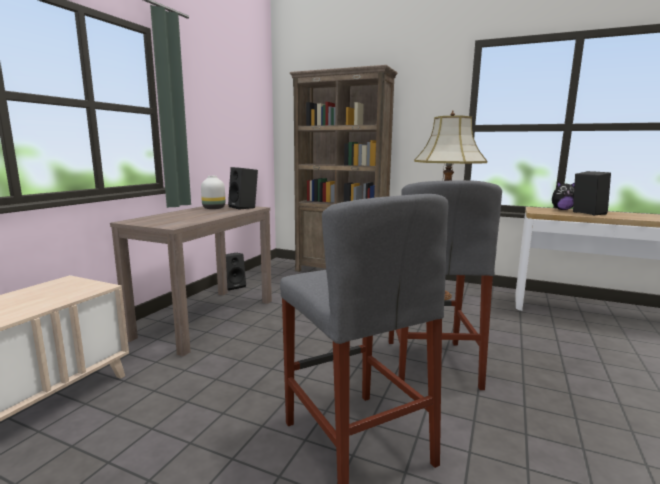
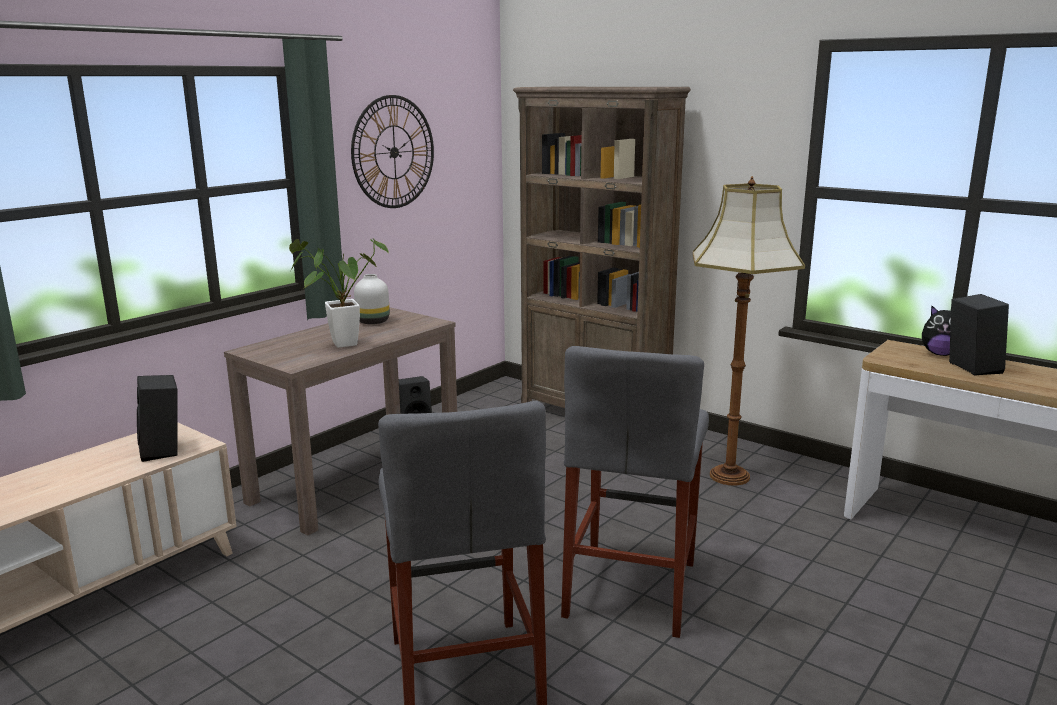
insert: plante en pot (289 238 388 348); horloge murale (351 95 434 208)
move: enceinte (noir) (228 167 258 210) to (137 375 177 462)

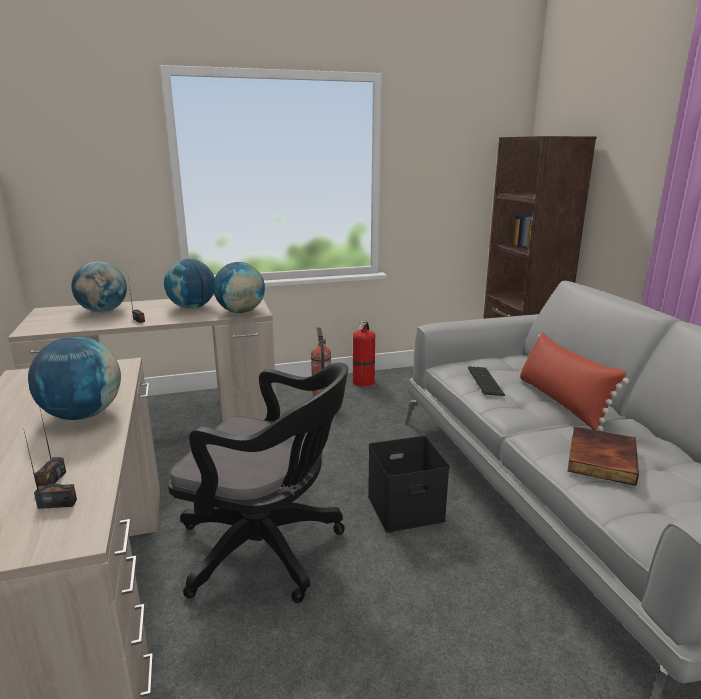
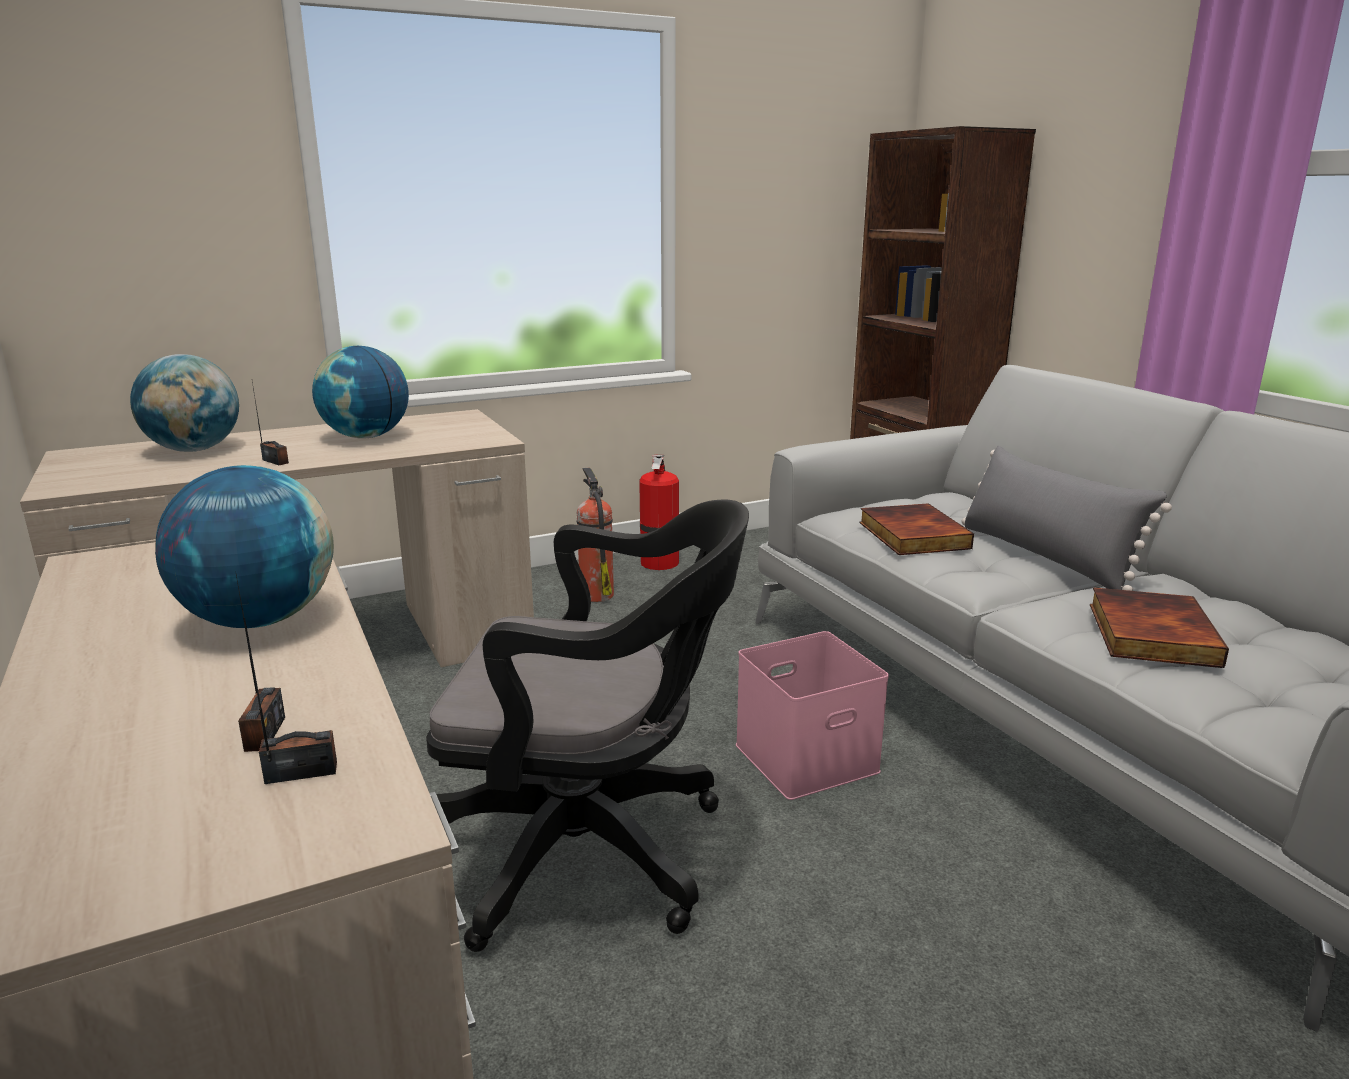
delete: globe (213 262 265 313)
replace: clavier (468 366 505 396) to livre (859 503 974 555)
recolor: boîte de rangement (noir) (368 436 450 533) to boîte de rangement (rose) (736 631 889 800); coussin (rouge) (520 332 629 431) to coussin (gris) (962 445 1172 591)

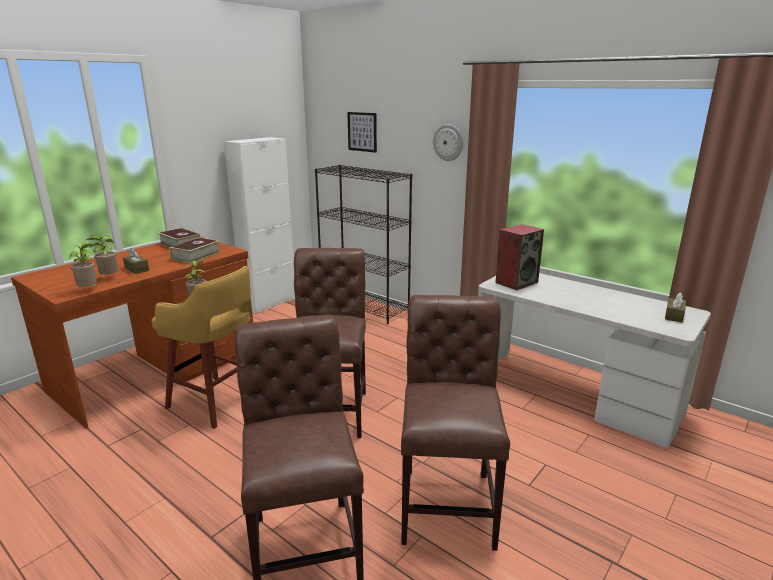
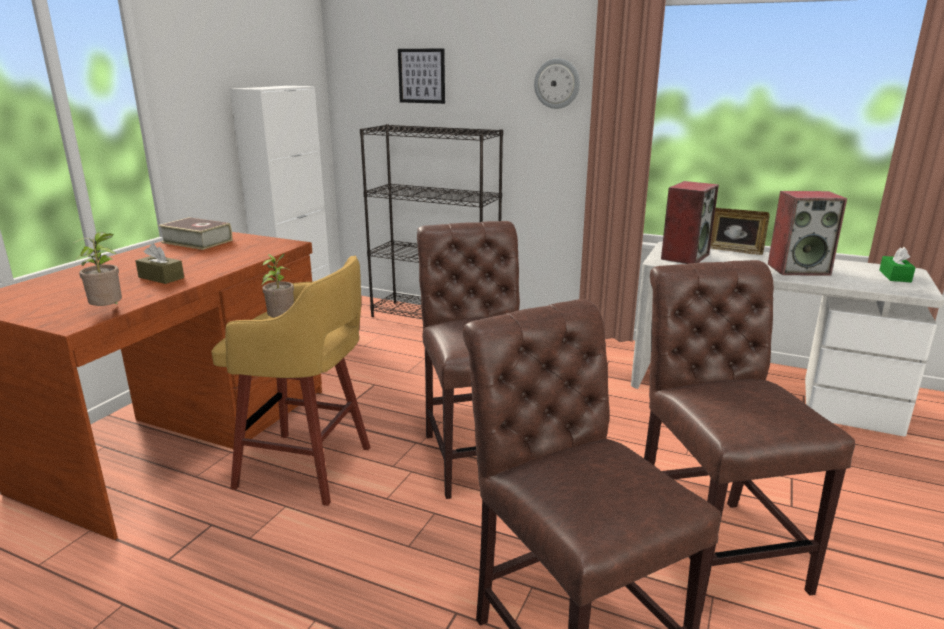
delete: plante en pot (86 235 118 281); livre (170 238 221 264)
insert: cadre photo (710 208 770 255); enceinte (768 191 847 276)
recolor: boîte à mouchoirs (marron) (665 293 686 323) to boîte à mouchoirs (vert) (879 247 916 282)

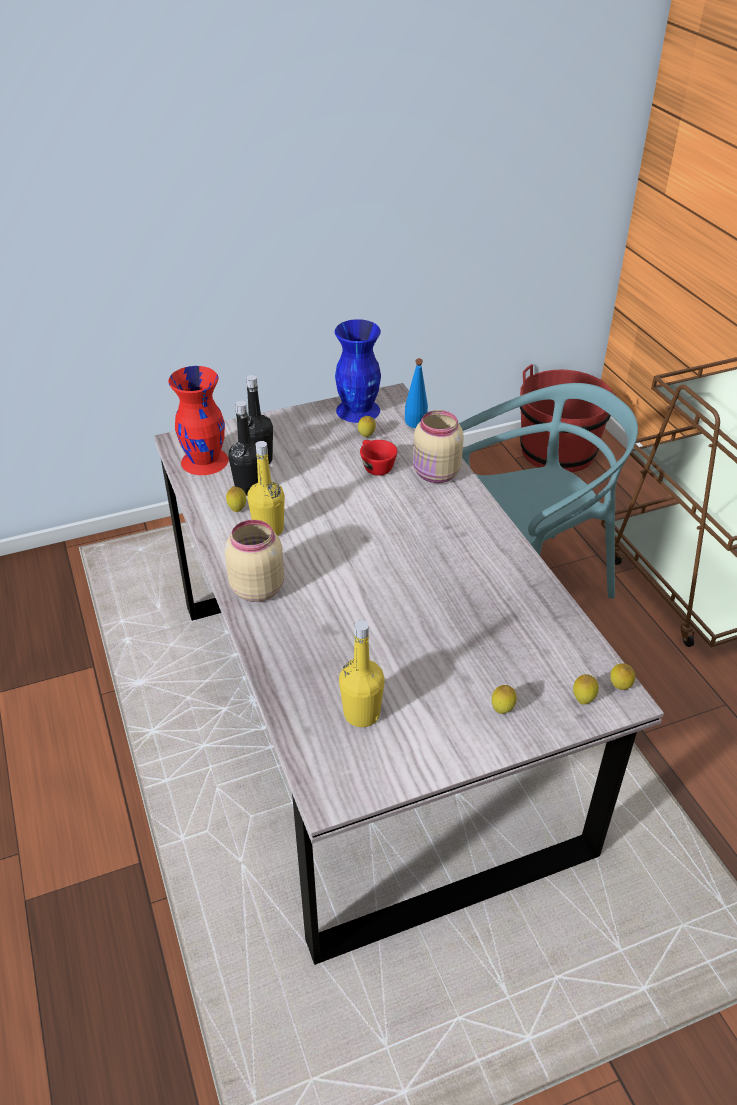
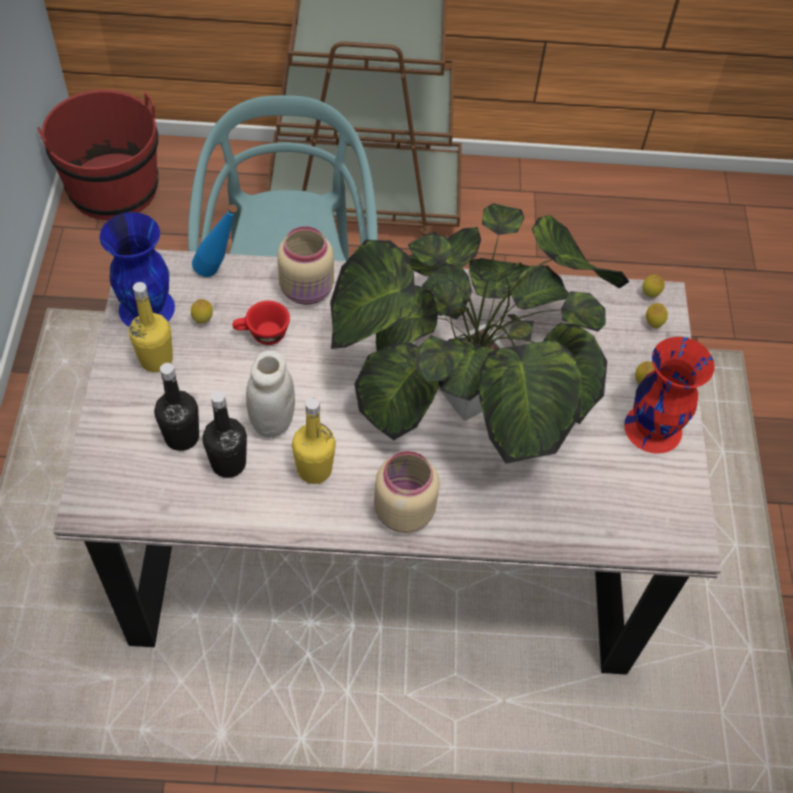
delete: citron (226 486 246 512)
insert: bocal (blanc) (246 350 295 438); plante en pot (330 203 629 464)
move: vase (rouge) (168 366 229 475) to (624 337 715 454); bouteille (jaune) (339 620 385 727) to (129 282 173 372)

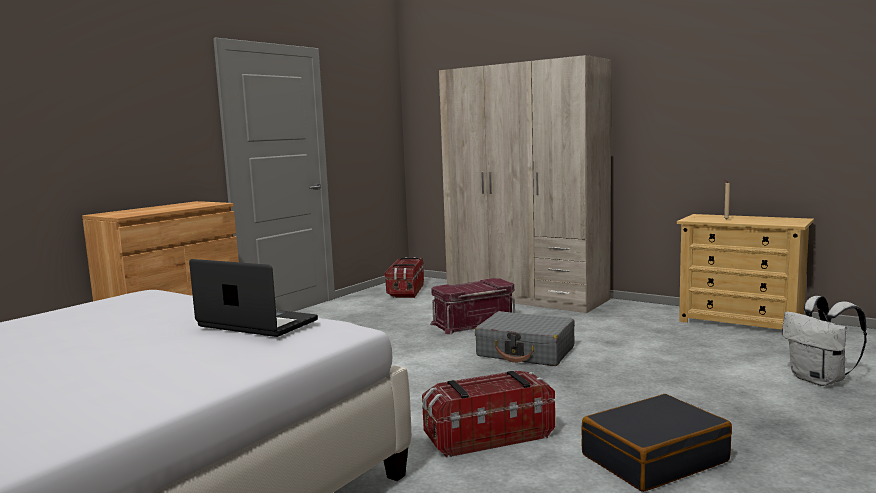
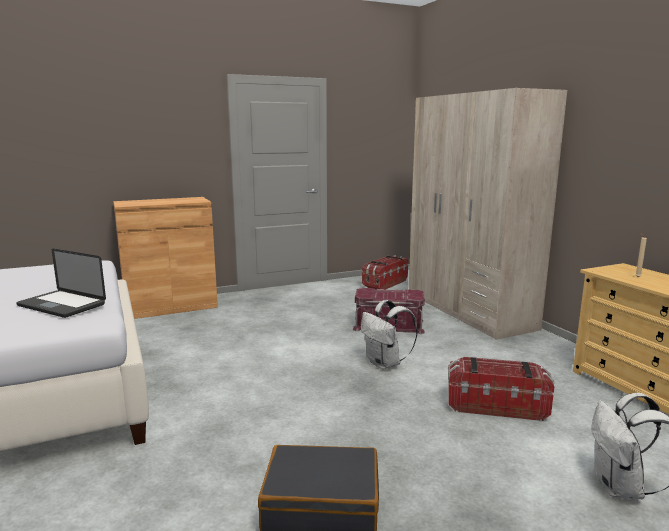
move: boîte de rangement (422 371 555 458) to (448 357 554 421)
replace: valise (gris) (475 311 575 366) to sac à dos (blanc) (361 300 417 370)
rotate: ordinateur portable (189 259 318 337) = (16 249 106 318) 150 degrees clockwise

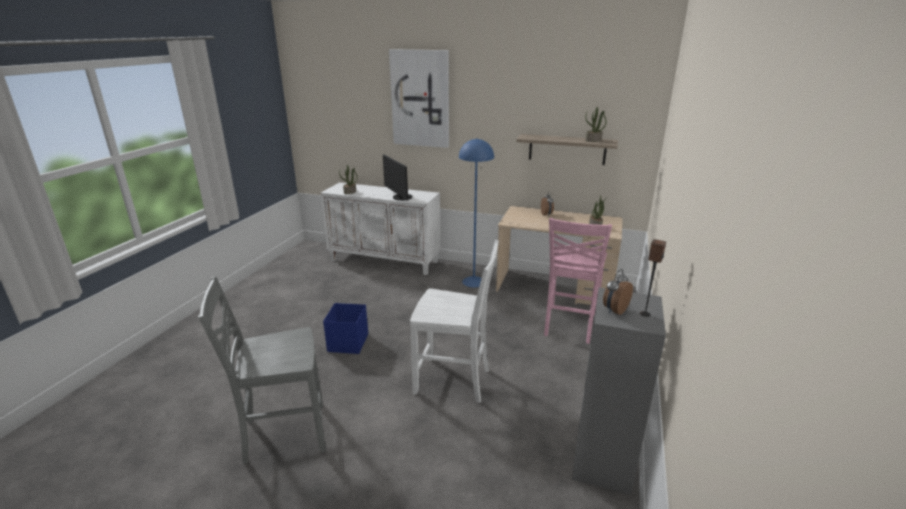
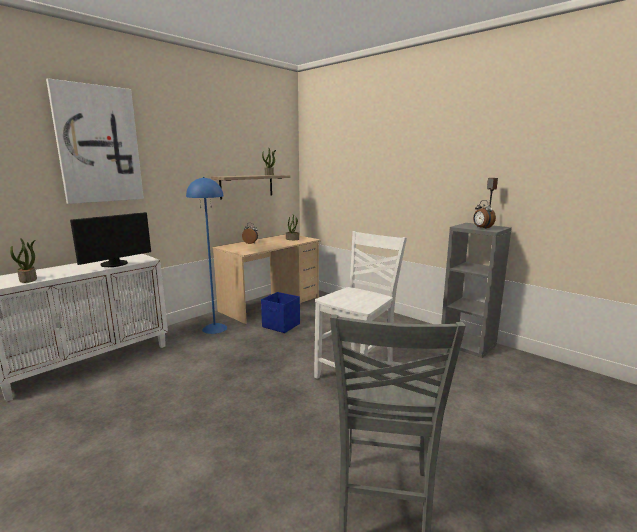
delete: chaise (rose) (544 218 612 344)
move: boîte de rangement (bleu) (323 303 368 354) to (261 292 300 333)
rotate: écran d'ordinateur (383 154 412 201) = (70 212 151 267) 45 degrees counterclockwise

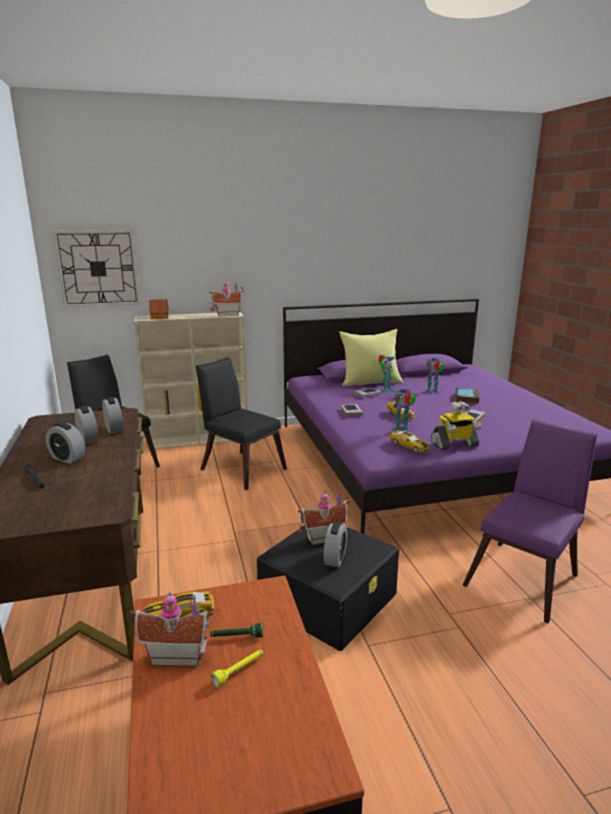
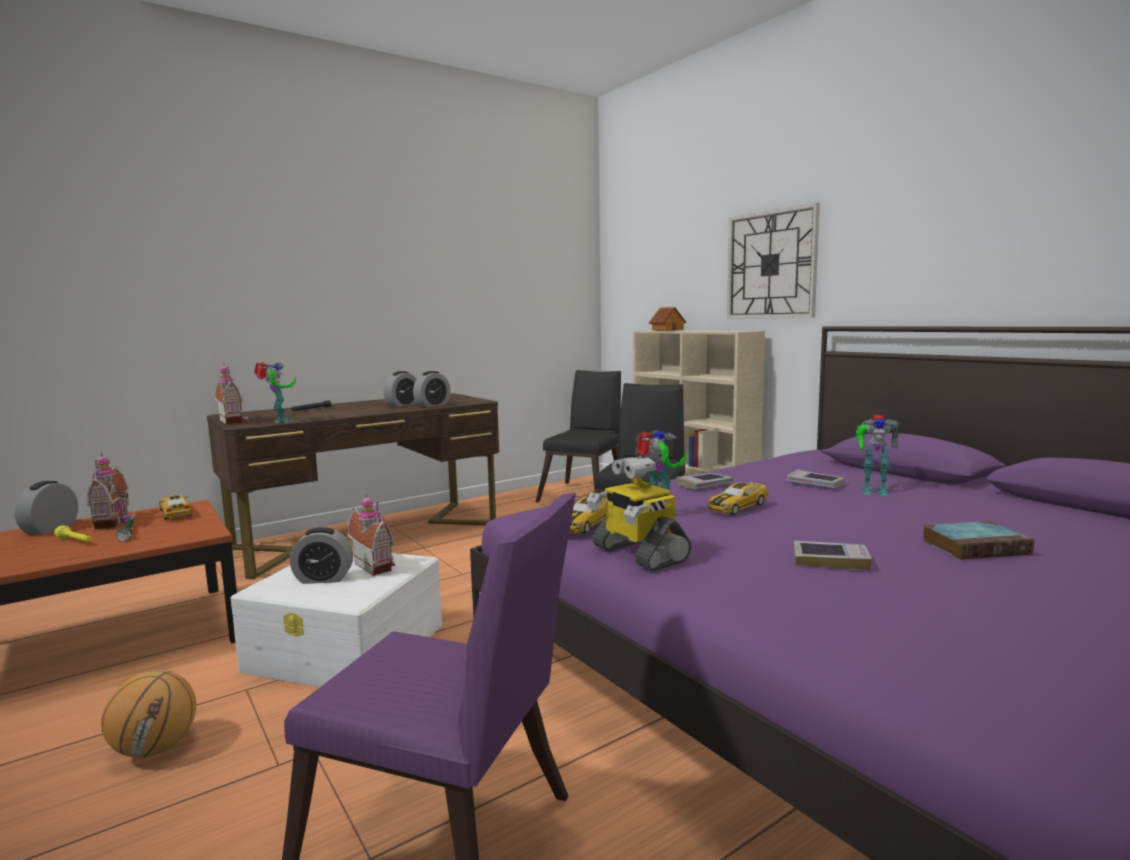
delete: coussin (jaune) (339 329 403 386)
insert: ballon de basket (101 670 196 758)
move: réveil (46 422 85 464) to (15 481 78 535); horloge murale (53 230 140 307) to (727 203 820 319); maison miniature (209 281 244 316) to (215 364 249 425); robot jouet (425 358 444 393) to (254 362 296 424)
recolor: boîte de rangement (noir) (256 525 399 651) to boîte de rangement (blanc) (231 549 442 687)

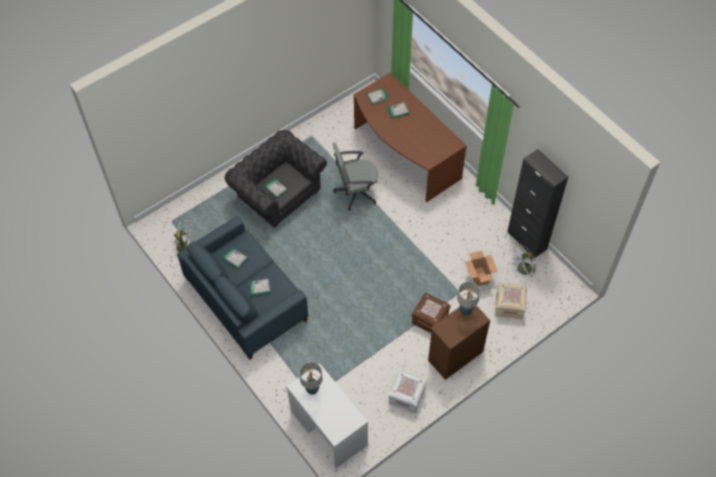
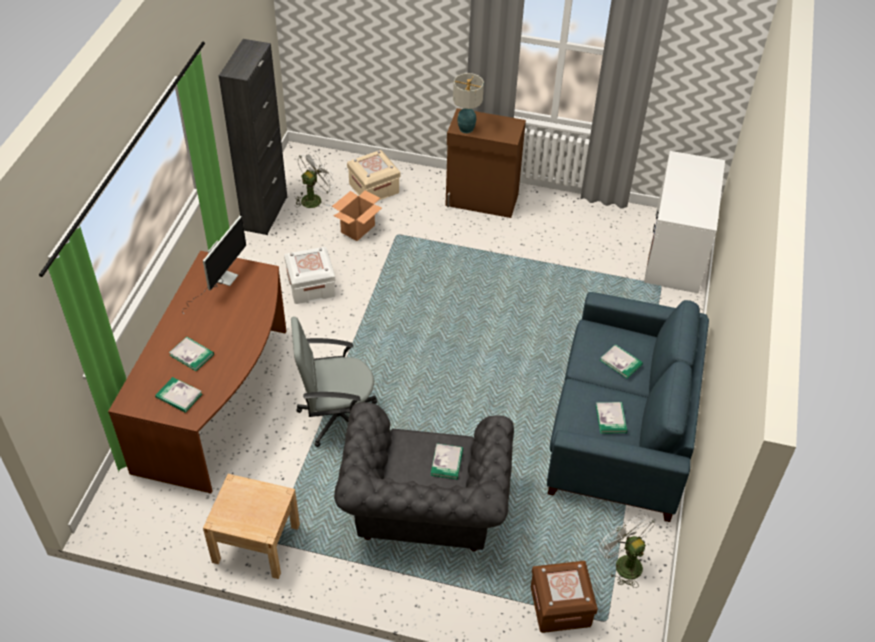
delete: lampe de table (299 362 322 395)
insert: écran d'ordinateur (182 216 246 314); table de chevet (beige) (203 474 300 579)
move: boîte de rangement (blanc) (388 370 427 413) to (284 247 336 304); boîte de rangement (marron) (412 293 451 333) to (531 561 598 633)
rotate: chaise de bureau (gris) (333 143 378 211) = (291 317 377 447) 135 degrees clockwise; ventilateur (blanc) (509 244 537 277) = (295 151 336 208) 60 degrees counterclockwise

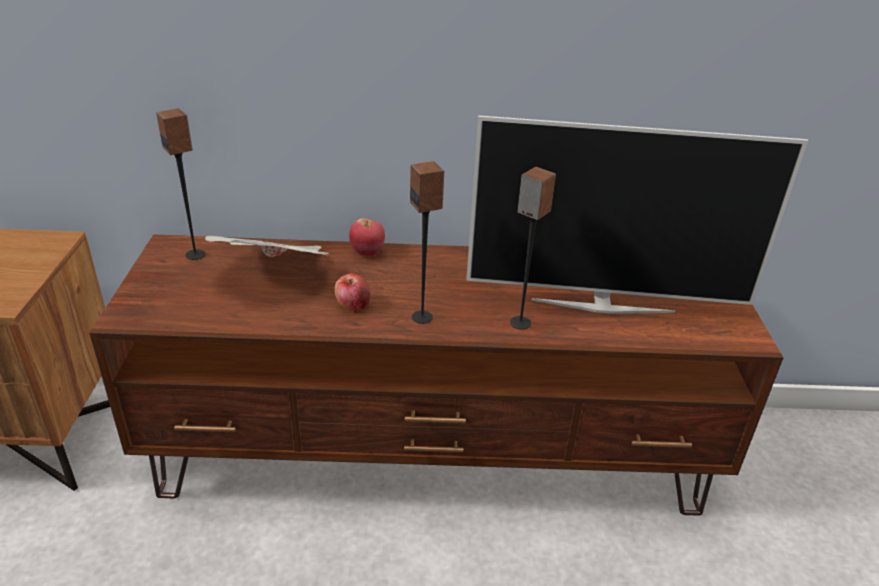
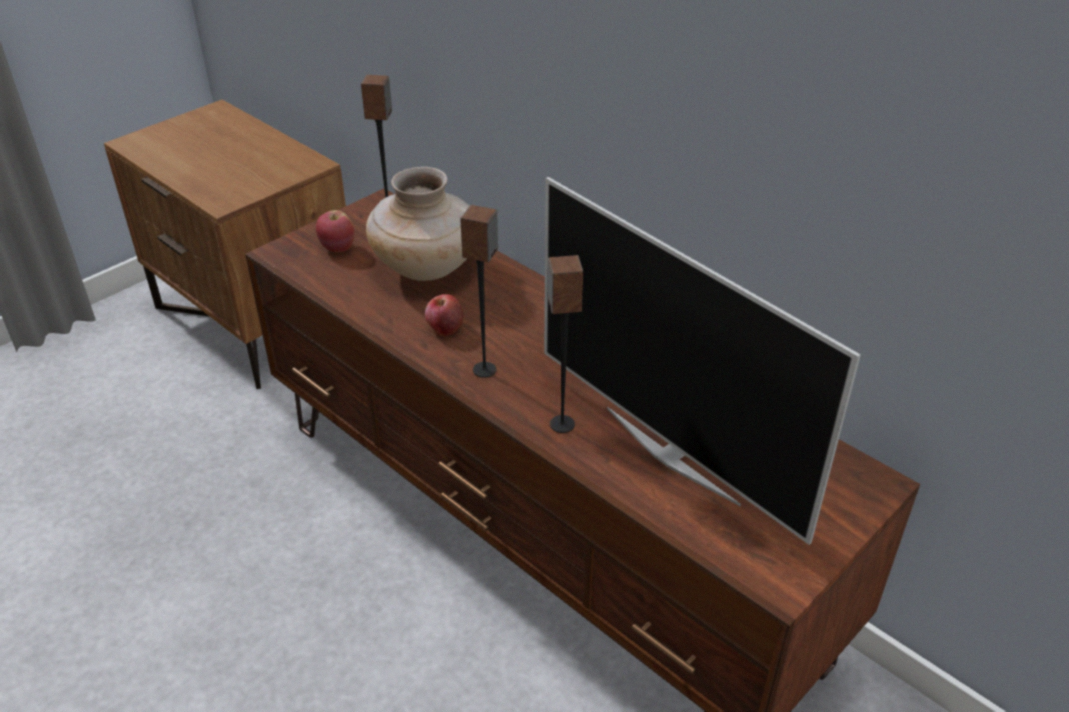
move: pomme (349 218 385 256) to (316 210 355 253)
replace: journal (205 236 329 257) to vase (beige) (366 167 469 281)

